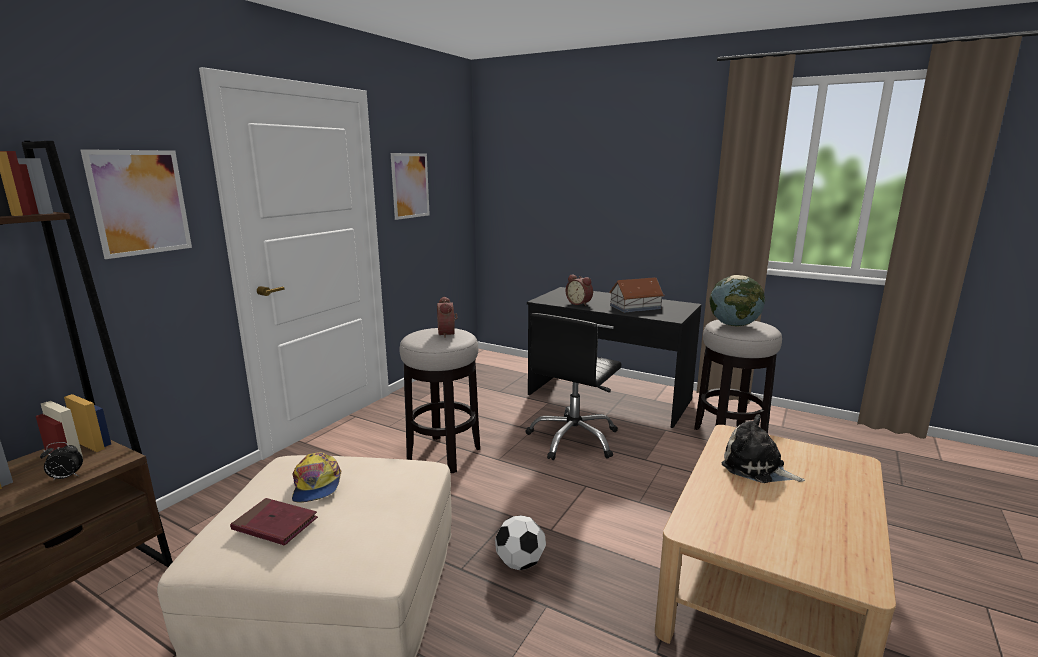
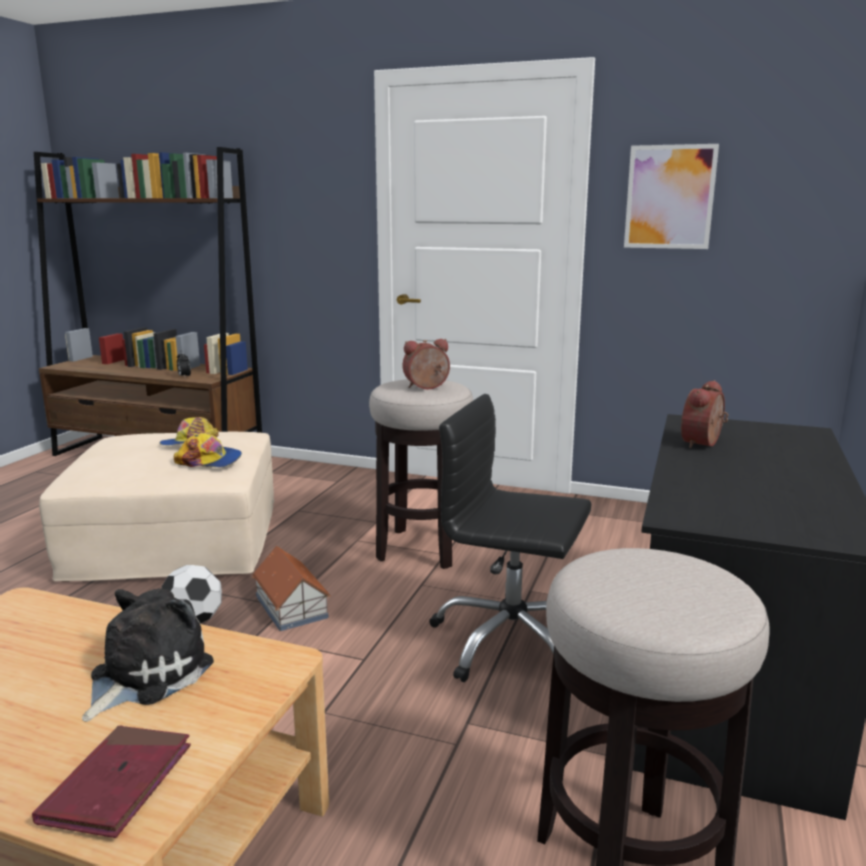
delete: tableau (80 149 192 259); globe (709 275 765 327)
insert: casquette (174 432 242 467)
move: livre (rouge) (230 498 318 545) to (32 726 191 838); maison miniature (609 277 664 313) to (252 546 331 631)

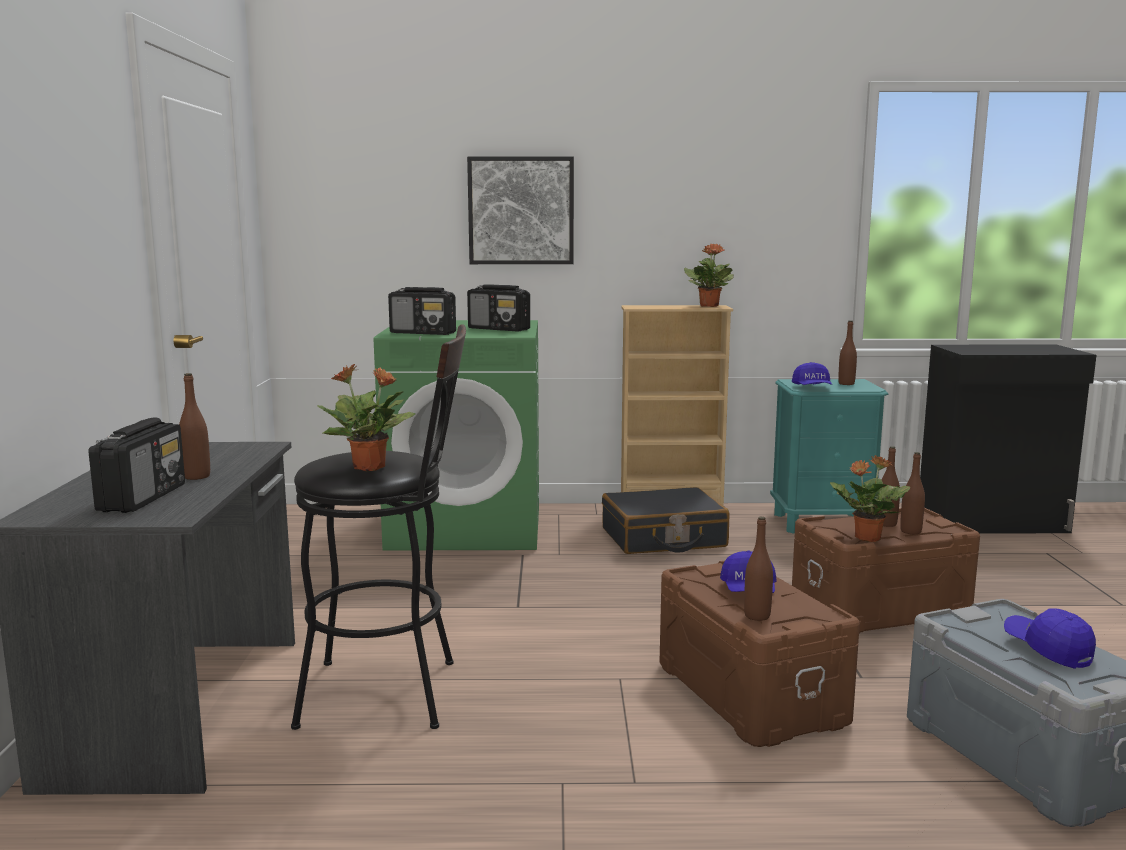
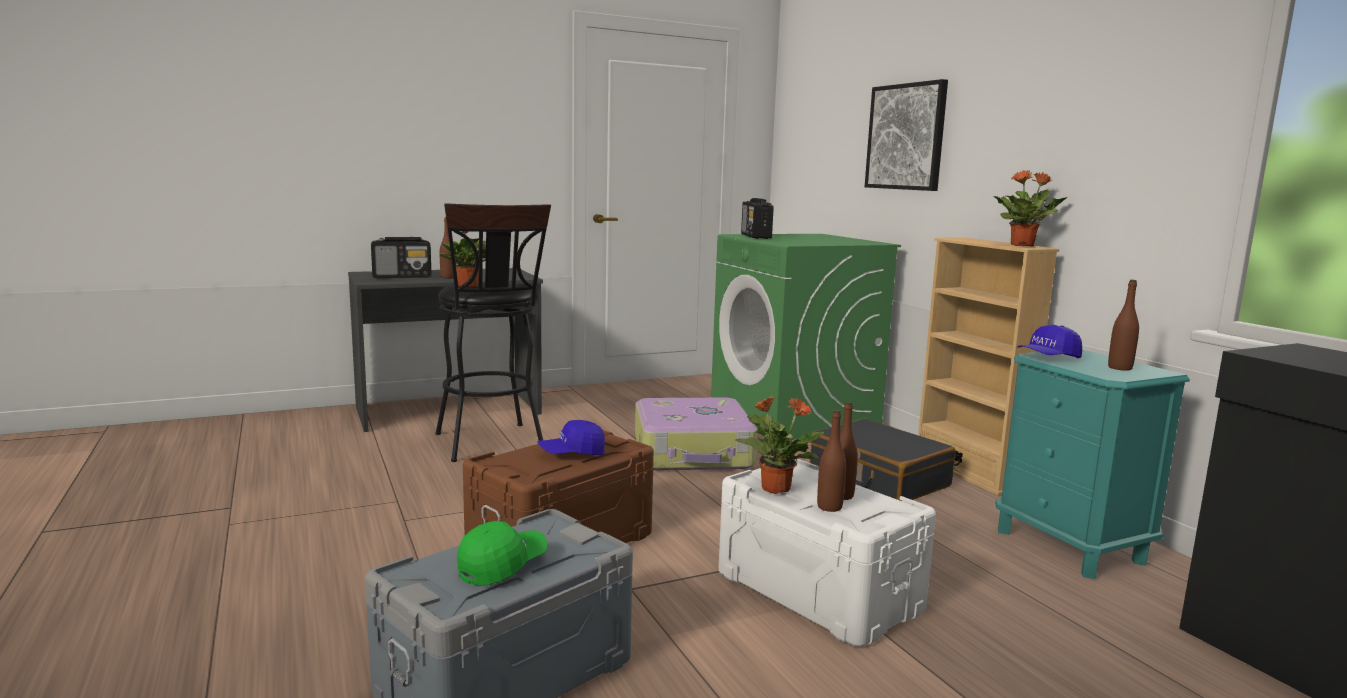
delete: radio (467 284 530 332); bouteille (marron) (744 516 773 621)
insert: valise (635 398 758 470)
recolor: boîte de rangement (marron) (792 508 980 634) to boîte de rangement (blanc) (718 459 936 646); casquette (bleu) (1004 608 1096 669) to casquette (vert) (457 521 548 586)

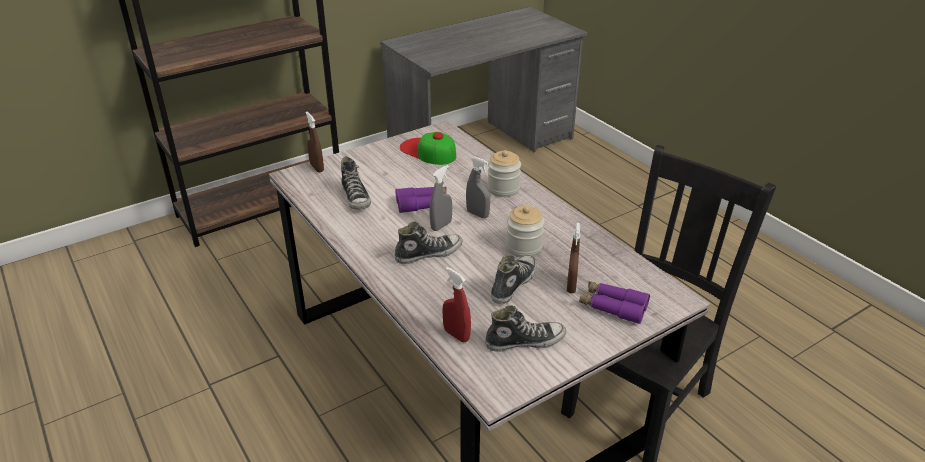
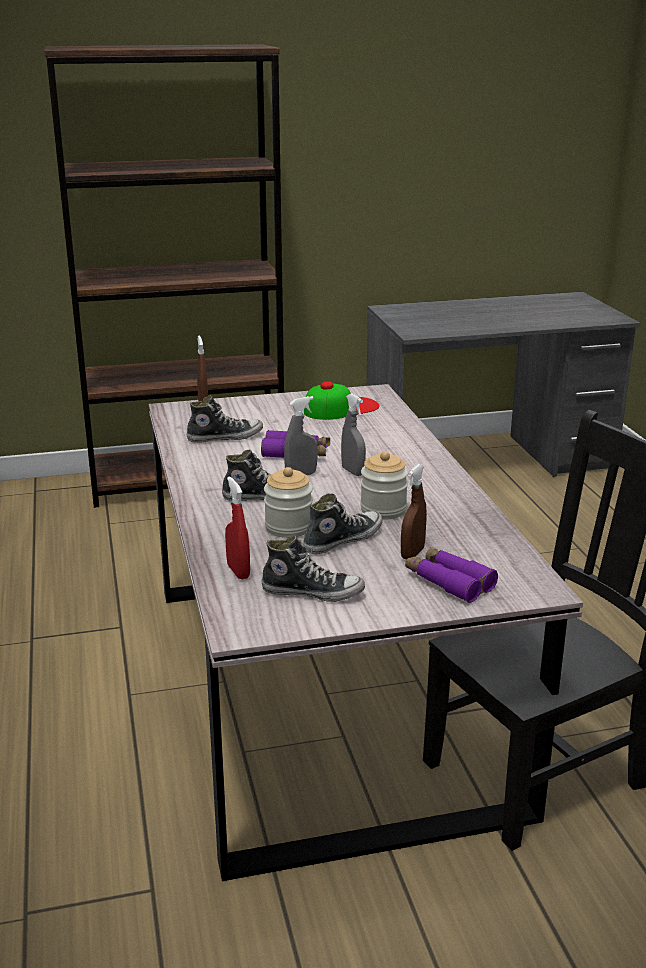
move: bocal (488 150 521 197) to (264 467 313 538)
rotate: chaussure (341 156 371 210) = (187 395 263 443) 105 degrees counterclockwise; casquette (400 132 456 165) = (304 381 379 420) 90 degrees clockwise

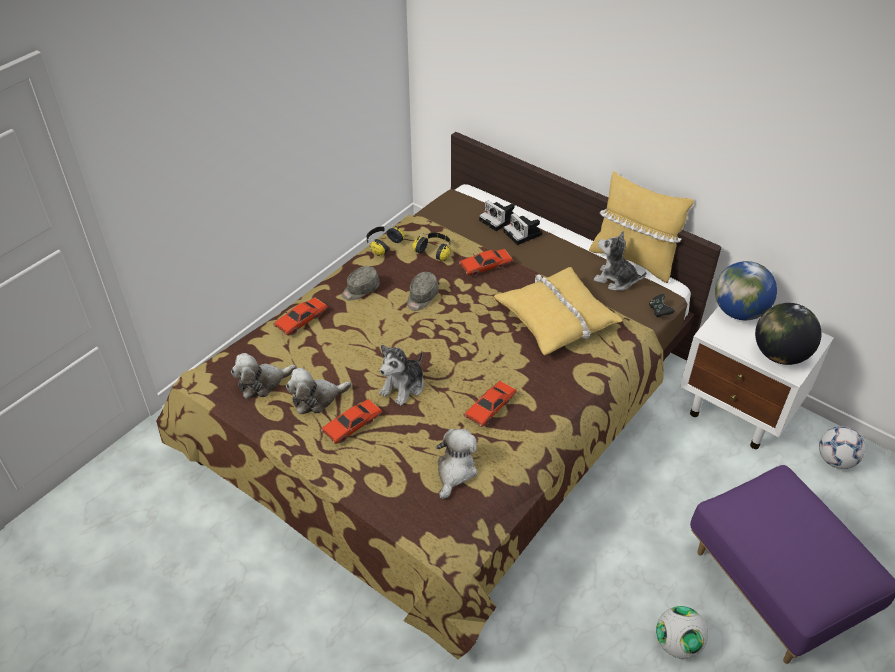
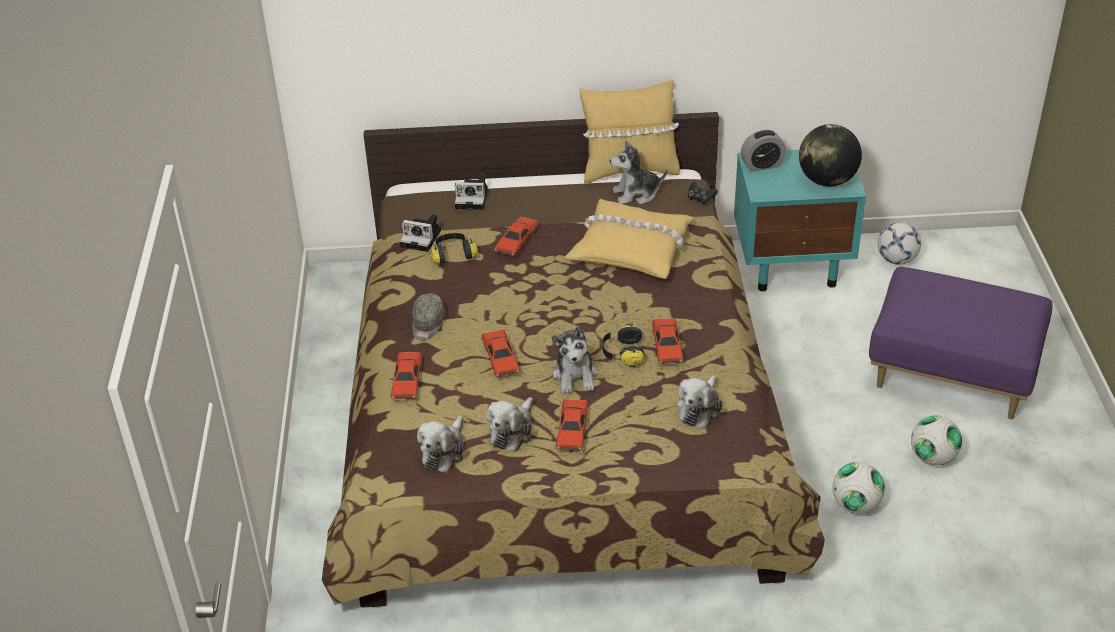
delete: casquette (gris) (407 272 439 311)
insert: petite voiture (rouge) (481 329 520 377); ballon de foot (832 462 885 514)
move: casque audio (366 224 404 256) to (602 323 644 367); appareil photo (504 213 542 245) to (400 214 441 252)
replace: globe (715 261 777 320) to réveil (741 130 786 172)
recolor: table de chevet (blanc) (680 306 834 449) to table de chevet (turquoise) (734 150 866 291)
rotate: peluche (436 429 477 499) = (676 375 723 429) 135 degrees counterclockwise

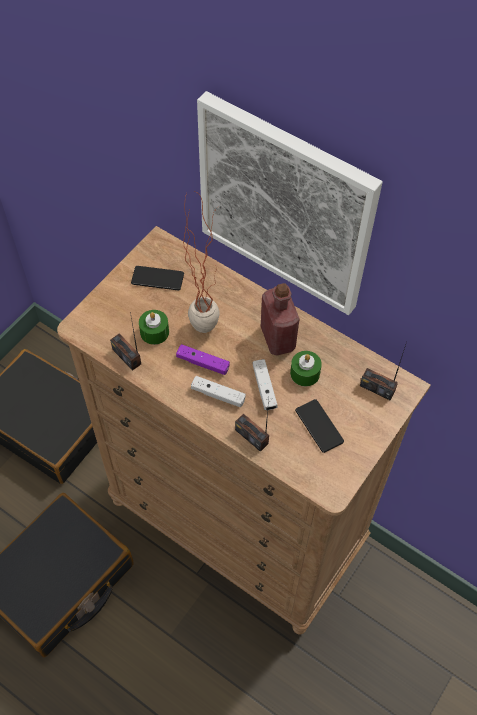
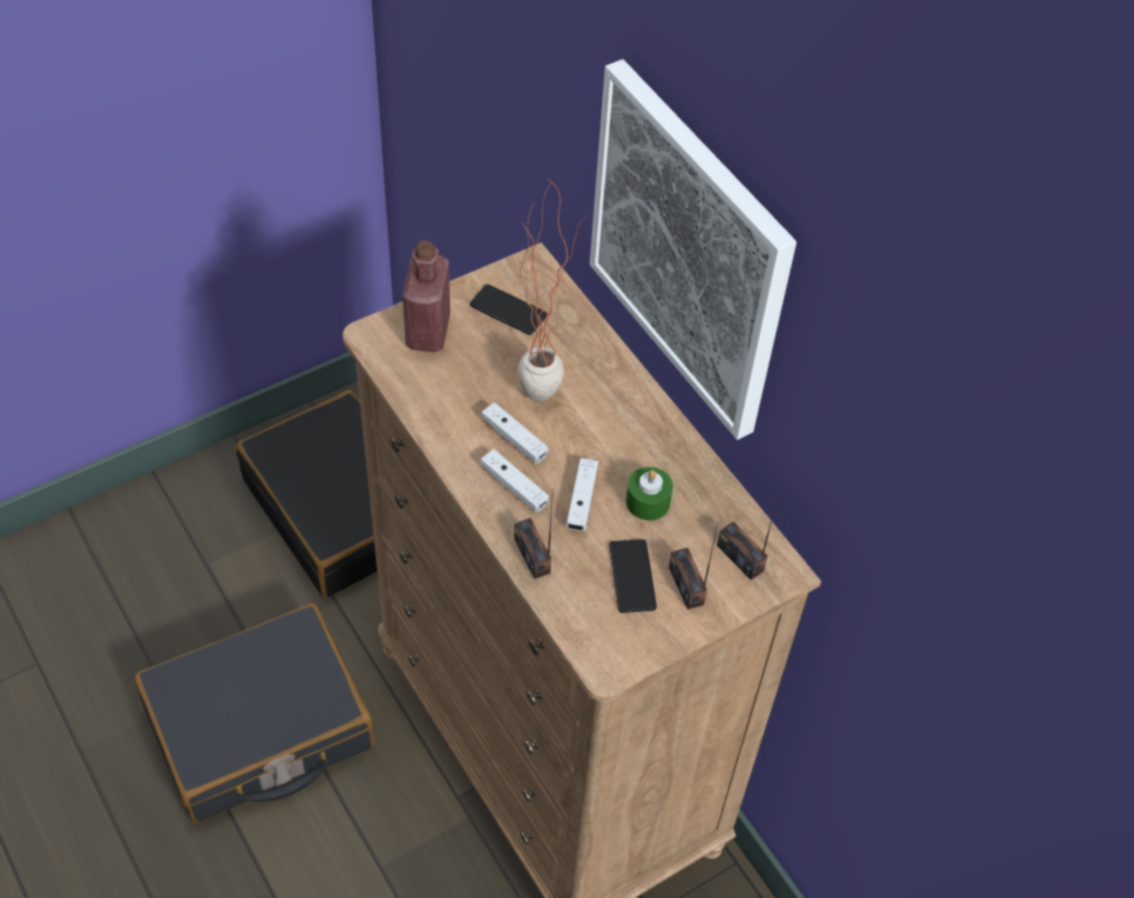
delete: bougie (vert) (139 310 169 345)
move: radio (110 312 141 371) to (669 523 718 609); bouteille (rouge) (261 283 300 355) to (402 240 450 352)
recolor: manette (violet) (176 344 230 375) to manette (blanc) (481 402 548 464)

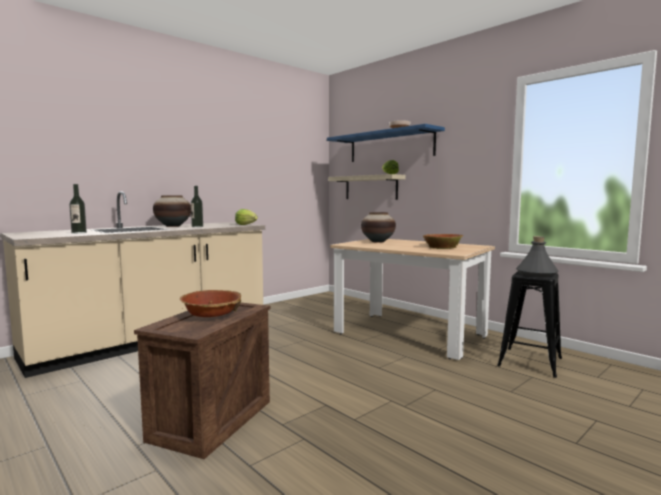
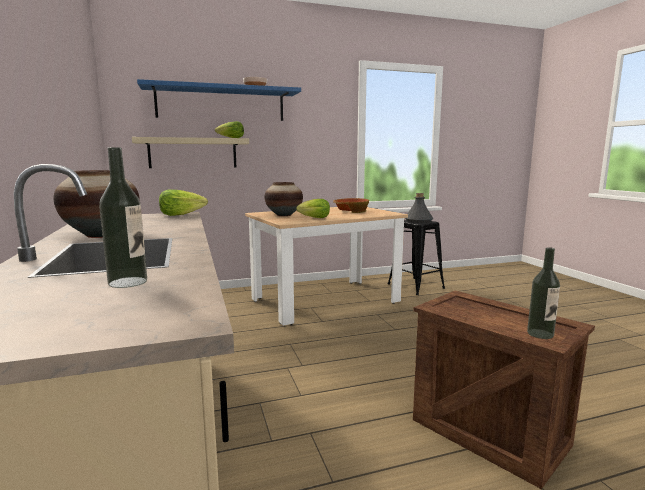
delete: bol (180 290 241 317)
insert: laitue (296 199 330 218)
move: bouteille (191 186 203 227) to (527 247 560 339)

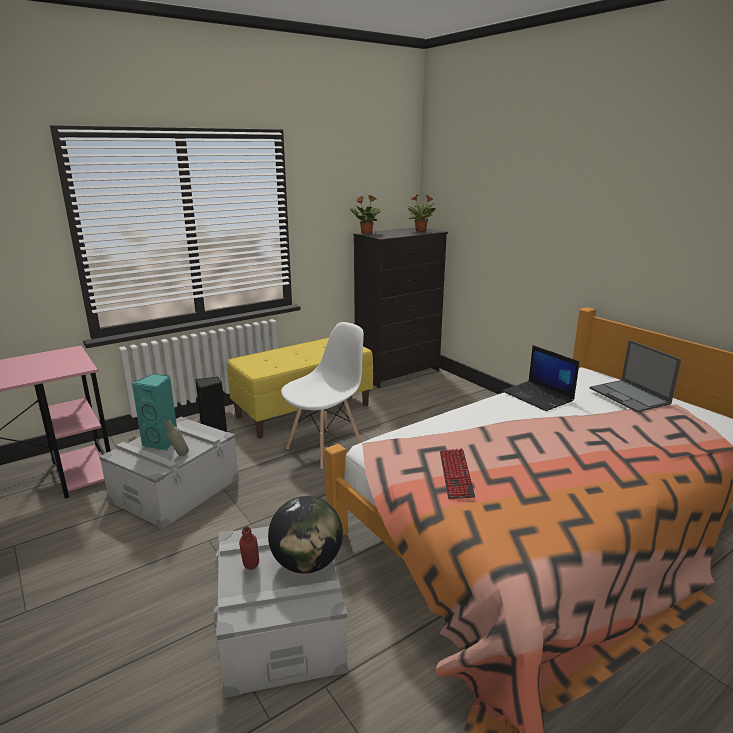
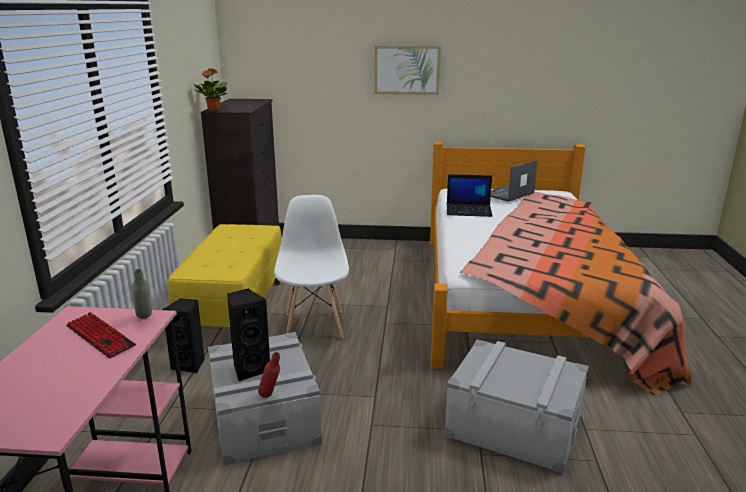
delete: globe (268 496 343 574); plante en pot (407 194 436 232)
insert: tableau (374 46 441 95)
move: bouteille (gris) (164 419 189 456) to (131 269 152 319); bouteille (rouge) (239 526 259 570) to (258 352 280 398); clavier (440 448 475 499) to (66 312 136 358)
recolor: enceinte (turquoise) (132 374 177 451) to enceinte (noir) (227 288 270 381)
rotate: ordinateur portable (590 340 681 412) = (491 160 538 202) 120 degrees clockwise

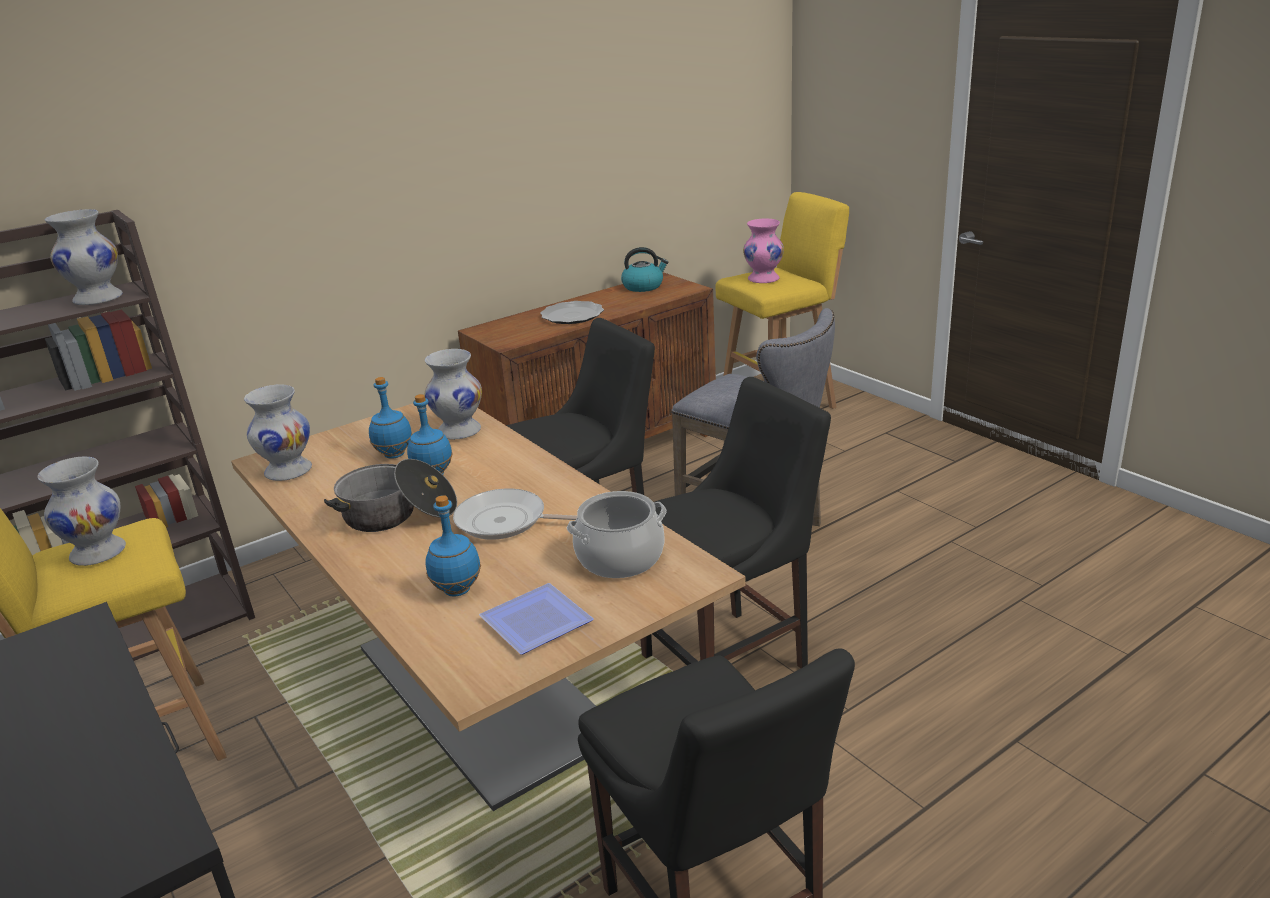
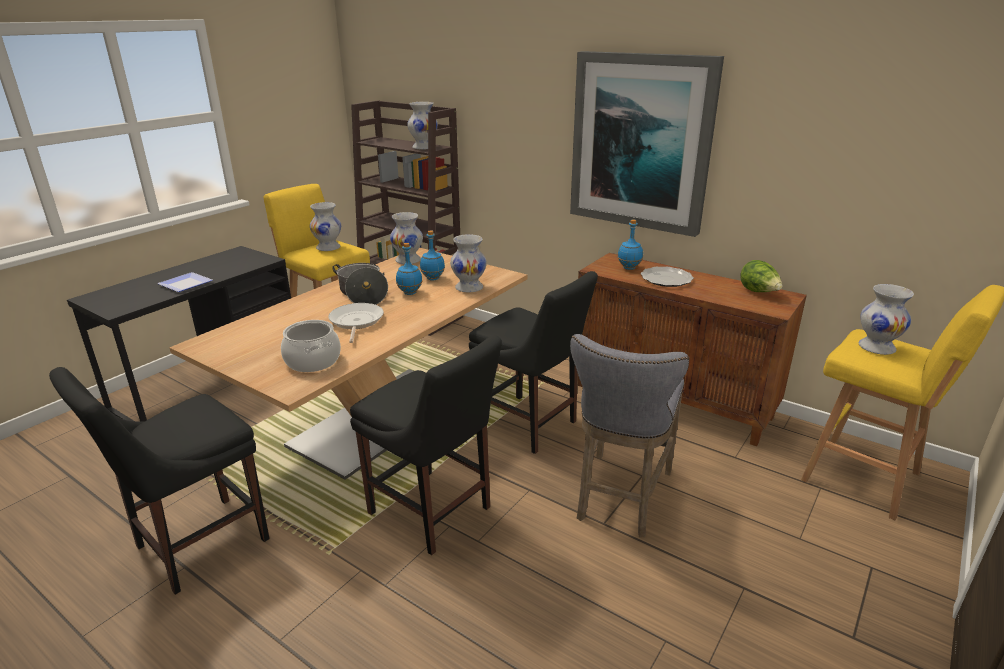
insert: tableau (570 51 724 237)
move: bouteille (bleu) (425 495 481 597) to (617 219 643 270); assiette (479 583 594 655) to (157 272 213 292)
replace: bouilloire (621 247 668 292) to laitue (741 260 782 292)
recolor: vase (rose) (743 219 784 283) to vase (blanc) (858 284 914 355)

